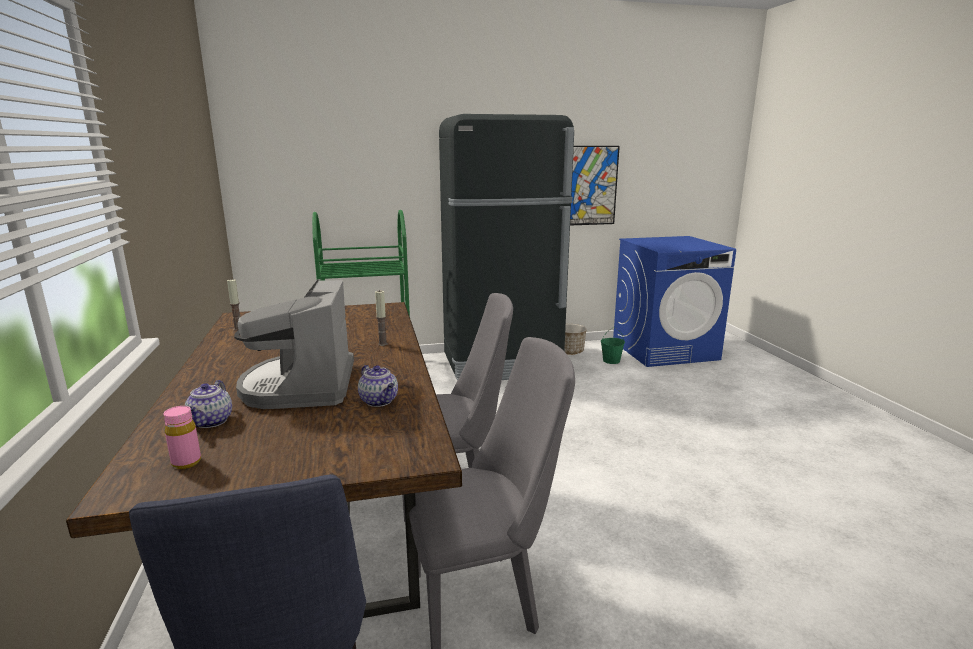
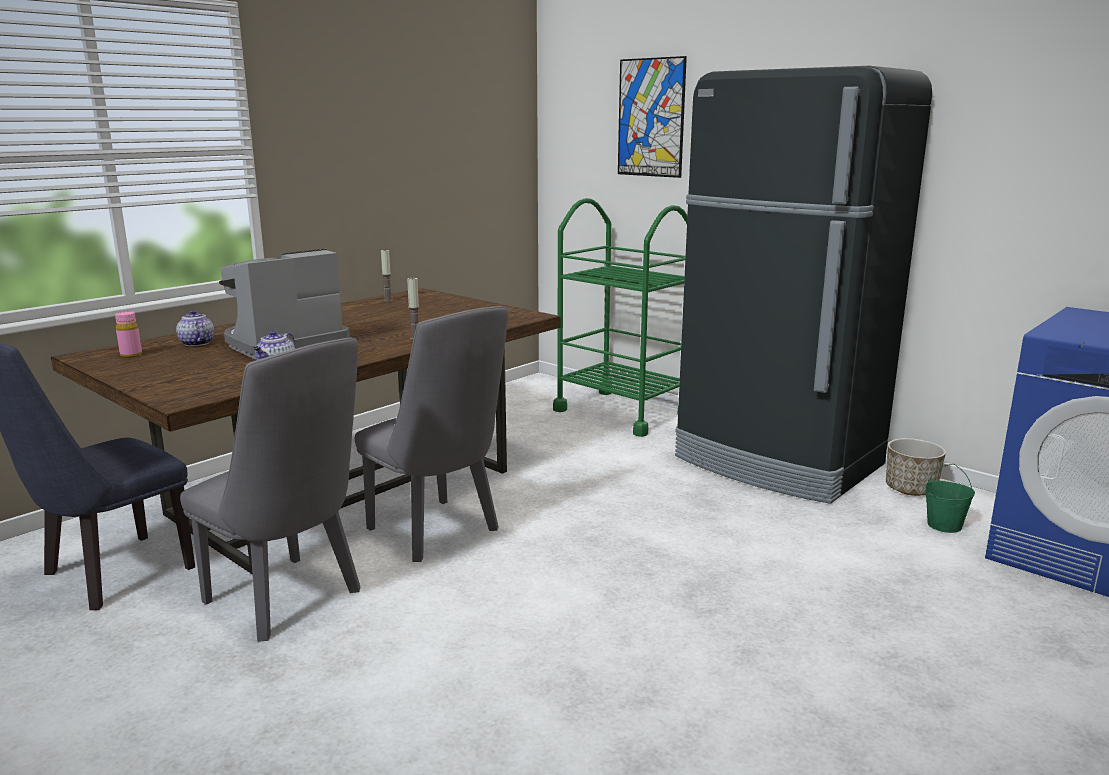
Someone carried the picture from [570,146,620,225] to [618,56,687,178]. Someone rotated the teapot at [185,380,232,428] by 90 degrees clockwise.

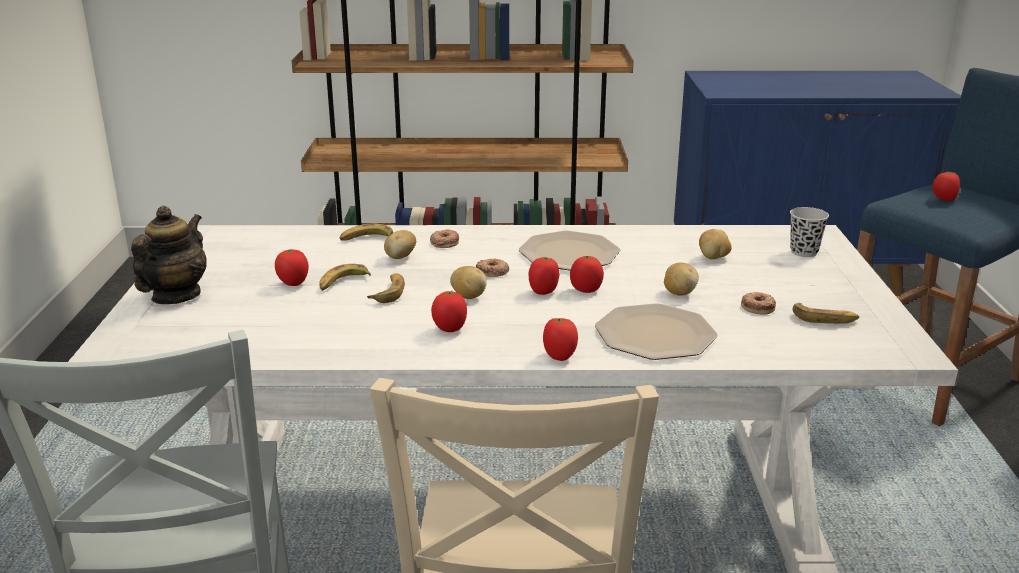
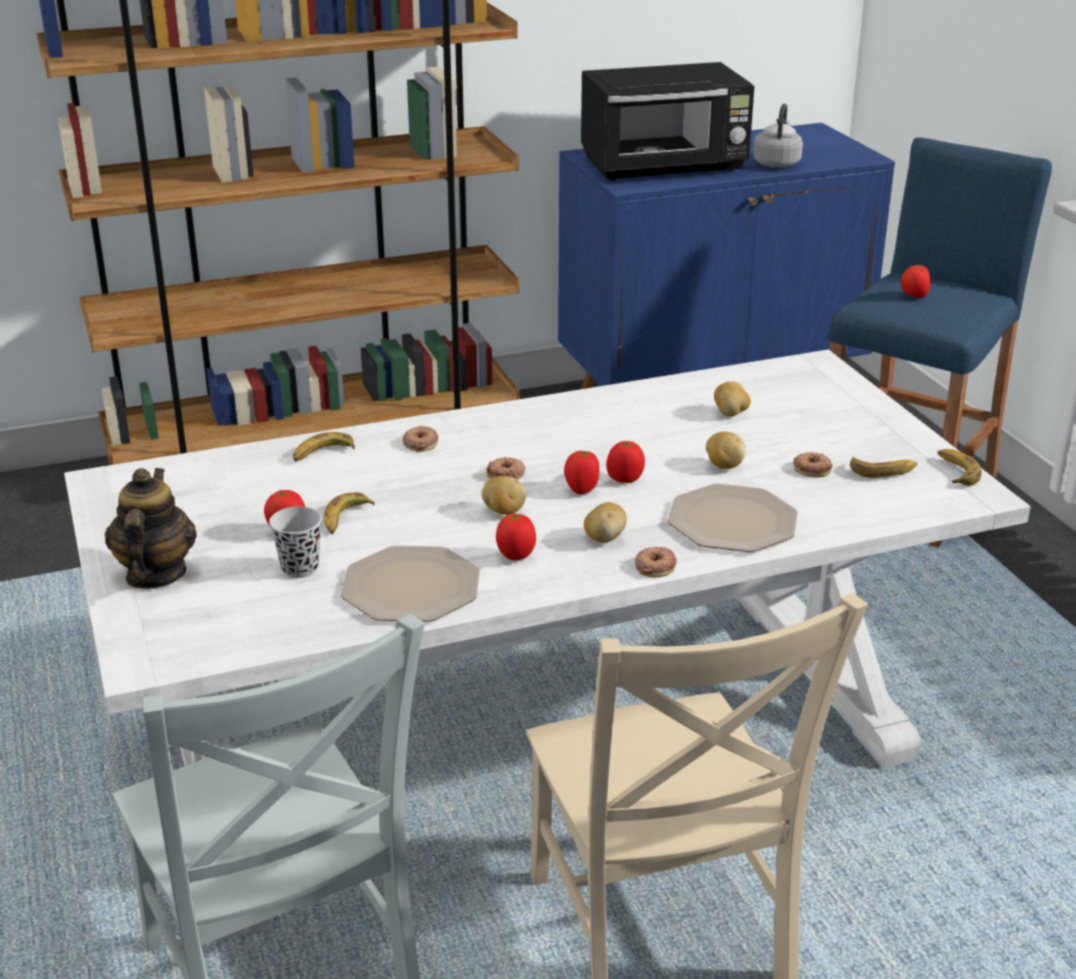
Someone carried the cup (black) from [790,207,829,257] to [269,507,322,578]. Someone carried the potato from [384,230,416,259] to [584,502,627,543]. Someone carried the plate from [519,231,620,271] to [340,546,480,622]. Someone carried the banana from [367,273,405,303] to [937,449,982,486]. Someone swapped the tomato at [543,318,578,361] for the donut at [635,547,676,578]. Someone put down the microwave (black) at [581,62,754,181]. Someone put down the kettle (grey) at [753,103,803,168].

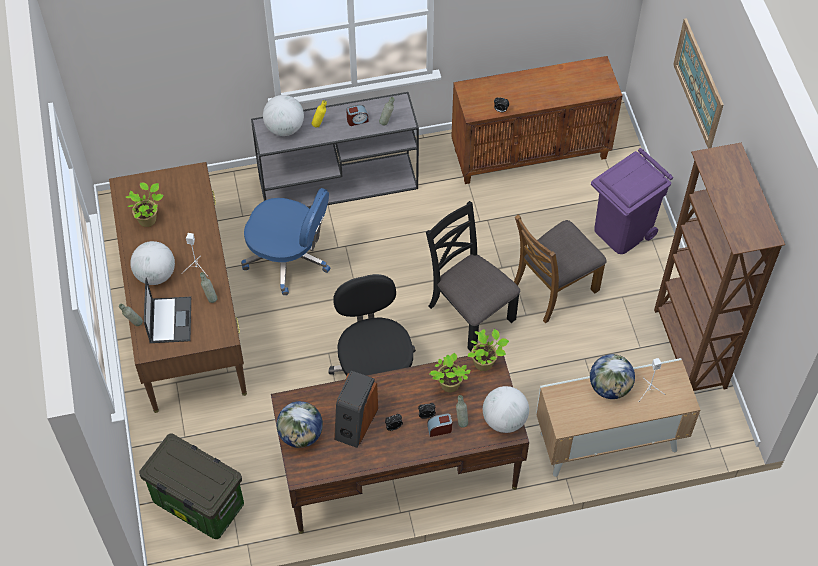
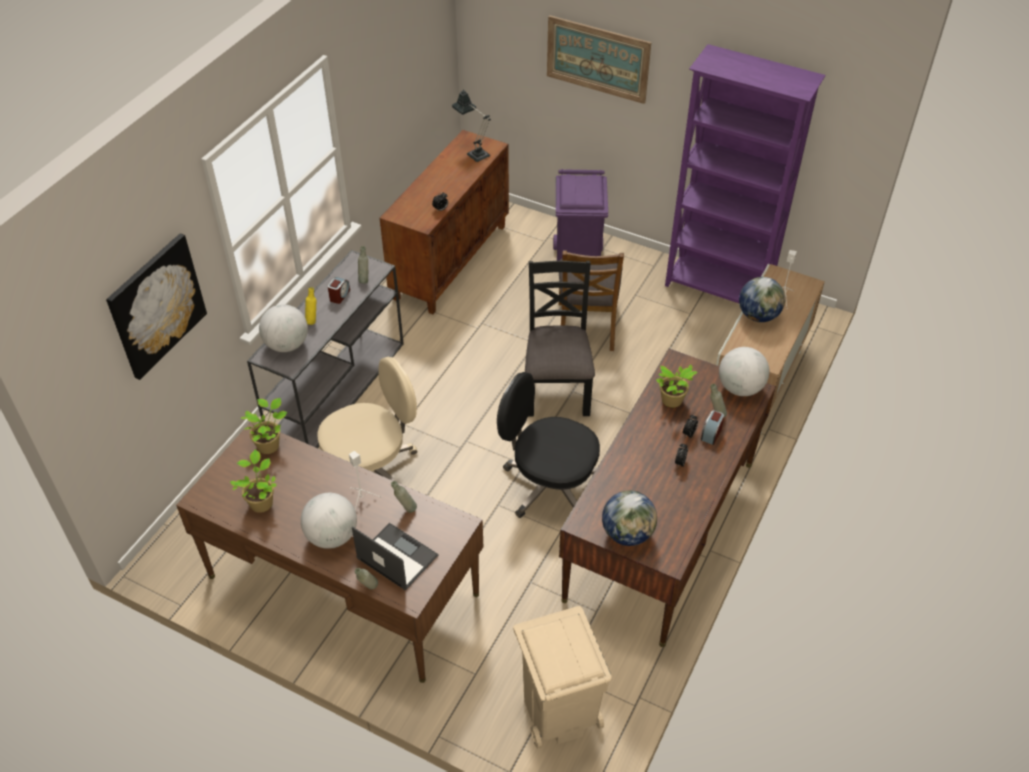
Someone repainted the bookcase (brown) at [654,143,785,391], which became the bookcase (purple) at [665,44,826,303]. Someone repainted the office chair (blue) at [241,188,331,295], which became the office chair (beige) at [317,357,418,483]. Someone rotated the chair (black) at [426,201,520,352] by 90 degrees clockwise. Someone carried the potted plant from [467,329,509,371] to [240,398,287,454]. Someone took away the speaker at [334,371,378,448]. Someone swapped the storage box at [139,433,244,539] for the trash can (beige) at [513,606,612,749]. Someone put down the table lamp at [452,89,491,162]. Someone put up the picture at [106,233,207,380].

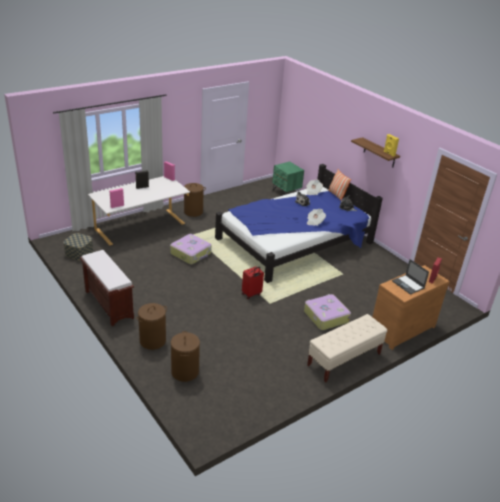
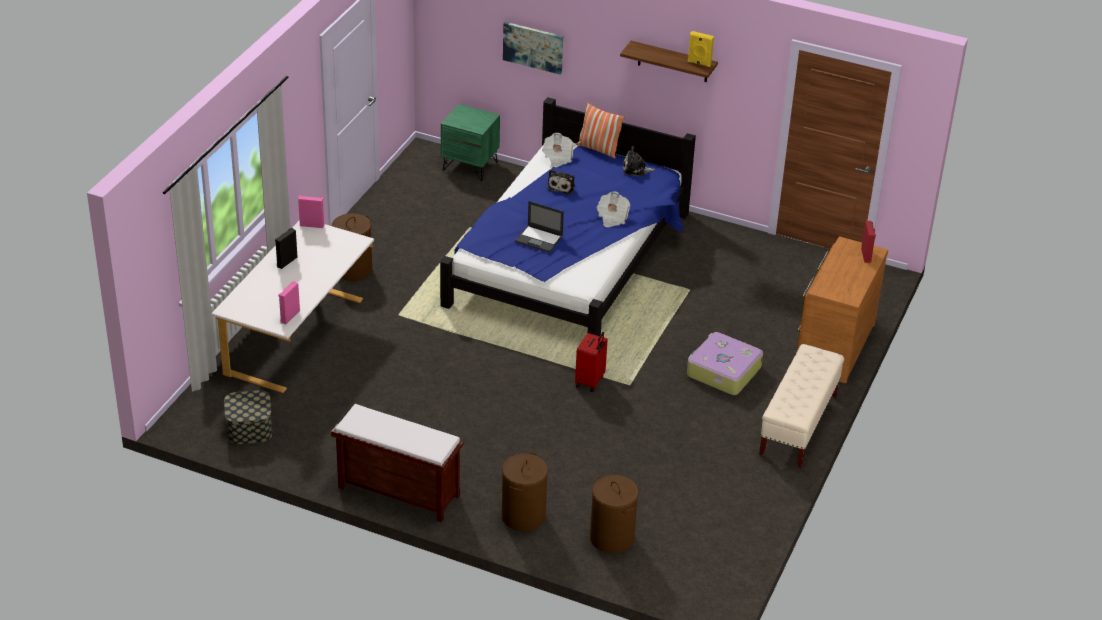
Someone took away the suitcase at [170,234,211,264]. Someone carried the laptop from [392,259,429,295] to [515,201,564,253]. Someone put up the picture at [503,22,563,75].

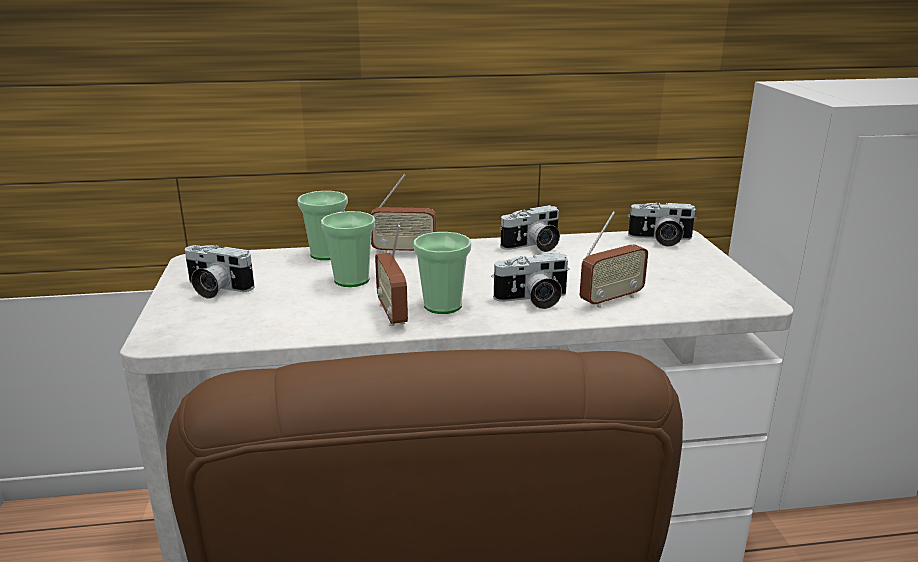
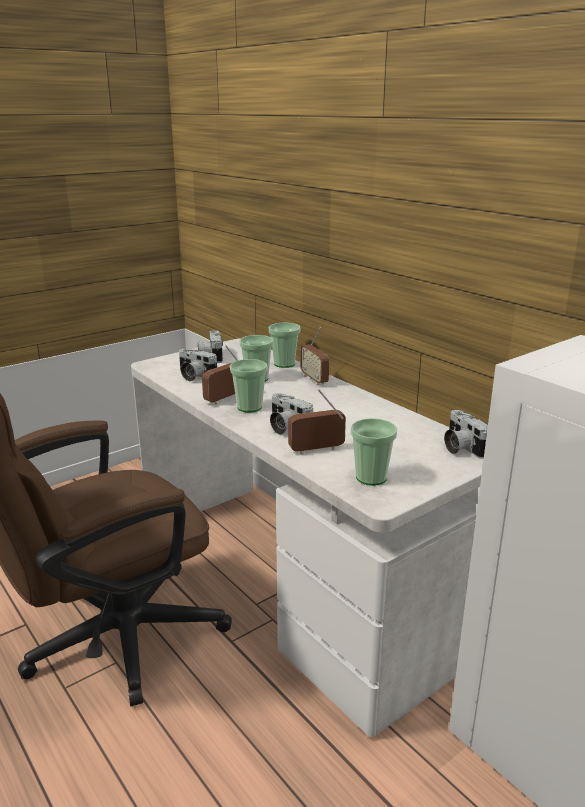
Someone carried the photo camera from [500,205,560,252] to [179,349,217,381]. Someone rotated the radio at [580,211,648,308] by 135 degrees clockwise. Someone put down the cup at [351,418,397,486].

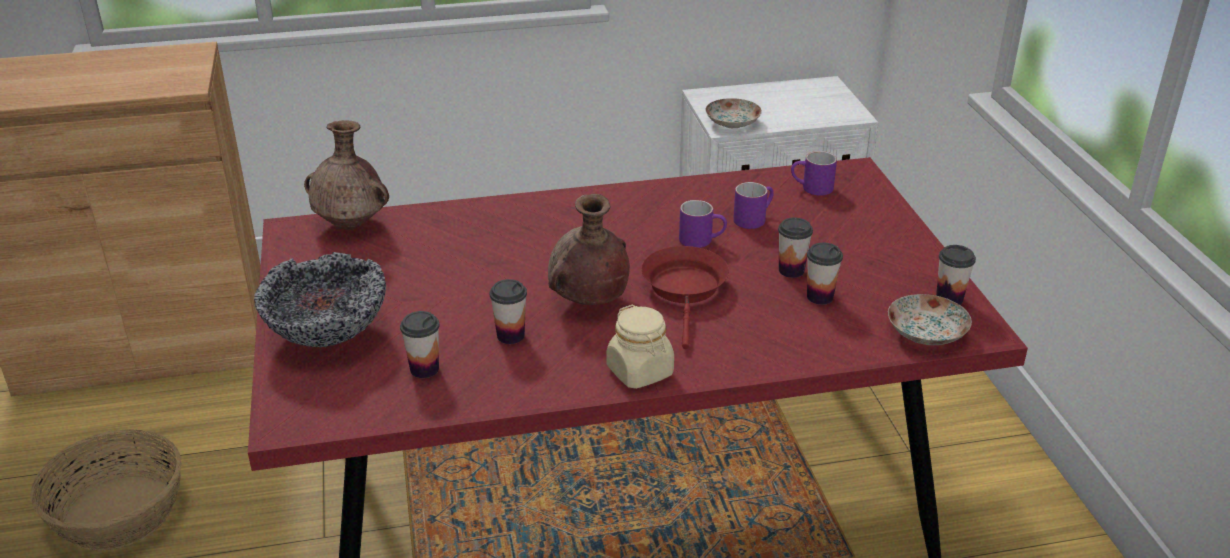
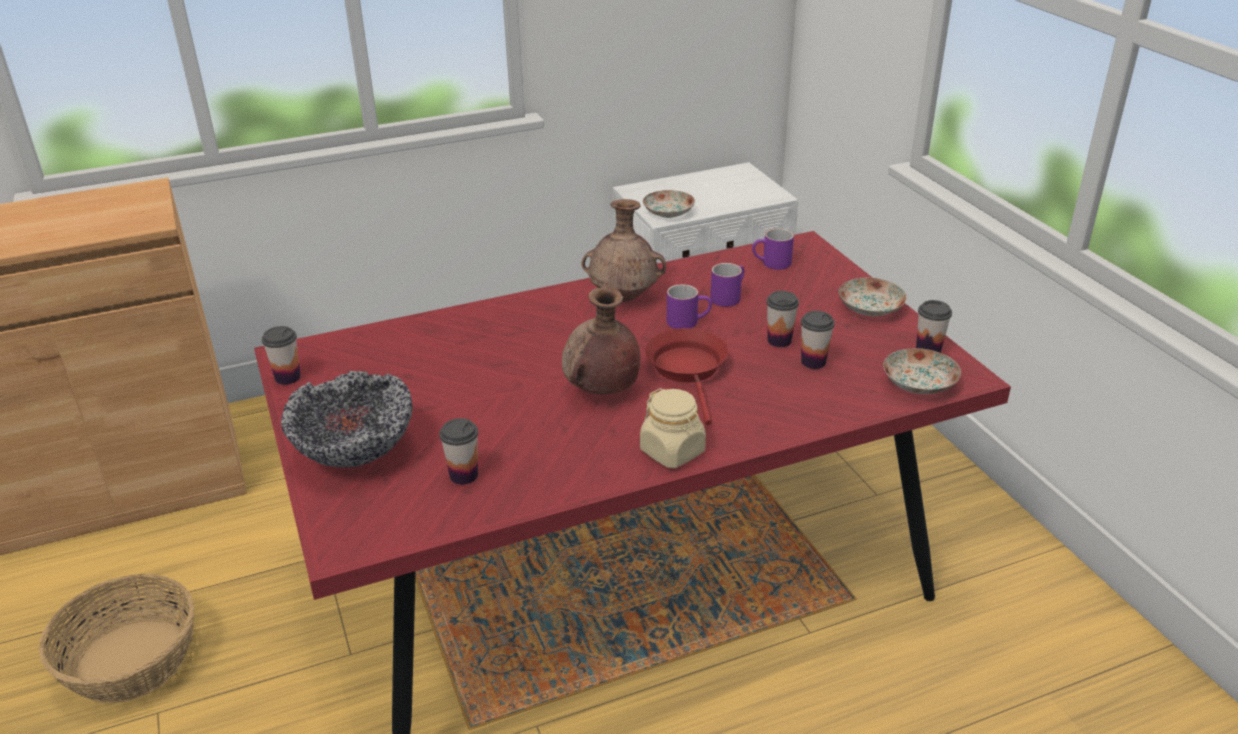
Someone carried the vase (brown) from [304,120,389,230] to [581,199,666,302]. Someone carried the cup from [490,279,527,344] to [262,326,301,385]. Someone put down the plate at [838,278,907,316].

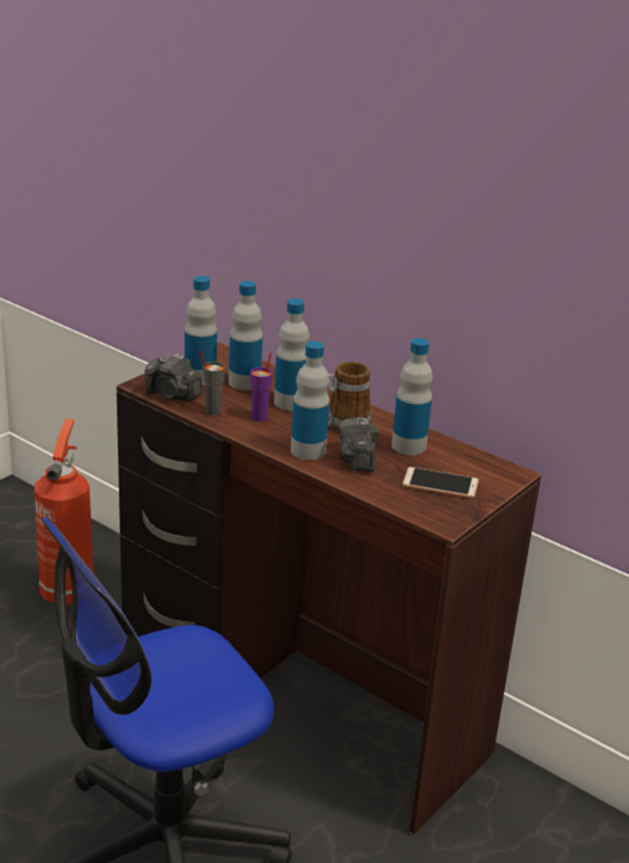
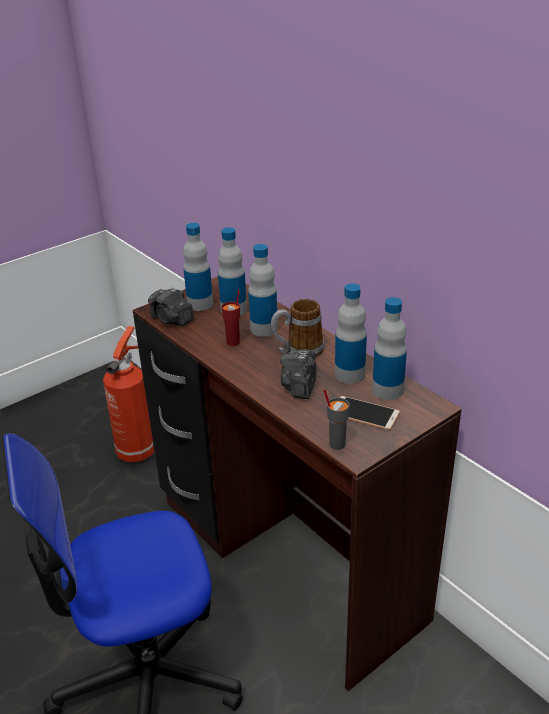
Someone carried the bottle from [291,341,330,460] to [372,297,407,400]. Someone carried the cup (grey) from [200,351,225,415] to [324,389,350,450]. Someone repainted the cup (purple) at [250,353,272,421], which became the cup (red) at [221,290,240,346].

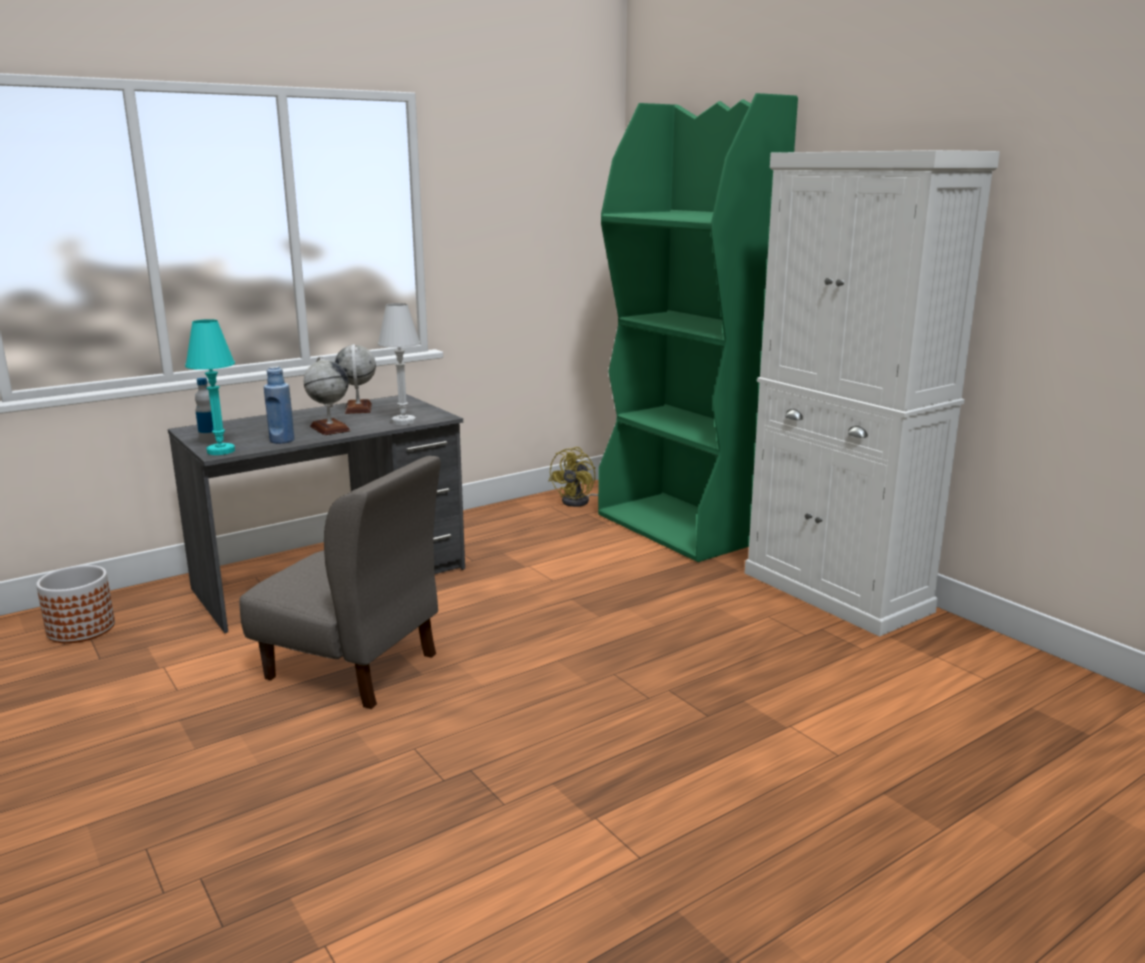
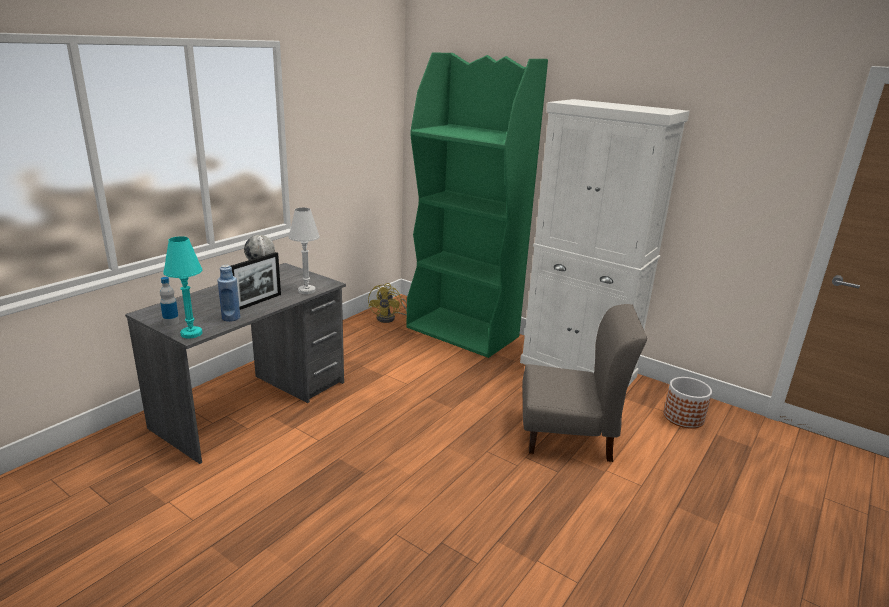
Someone swapped the globe at [304,356,351,435] for the picture frame at [231,252,281,310]. Someone carried the chair (grey) from [240,456,441,709] to [522,304,647,462]. Someone carried the planter from [36,565,115,643] to [664,377,712,429].

